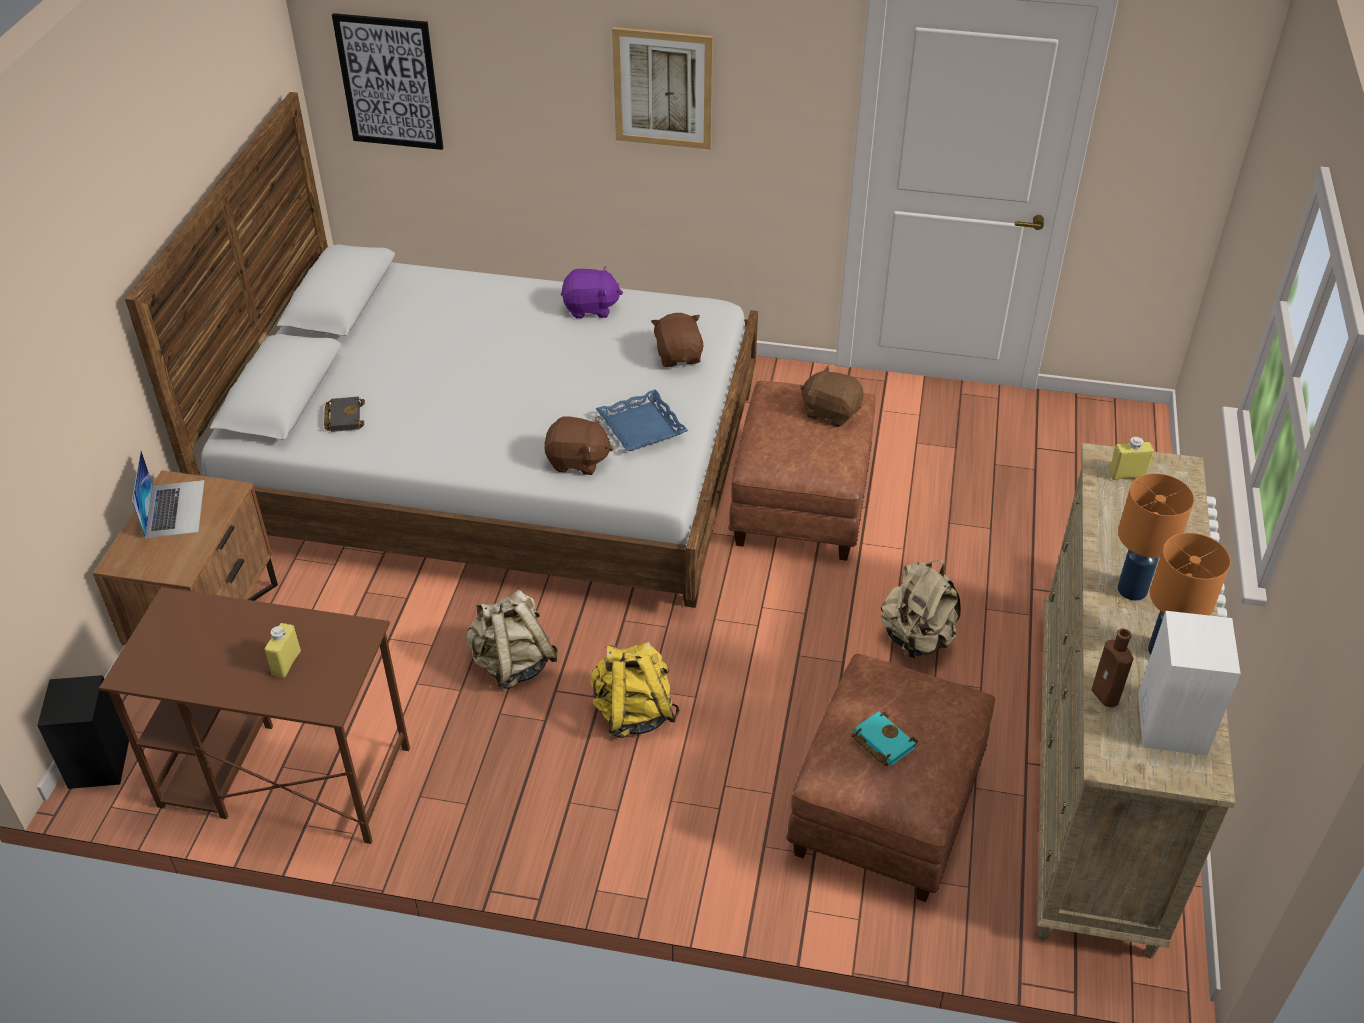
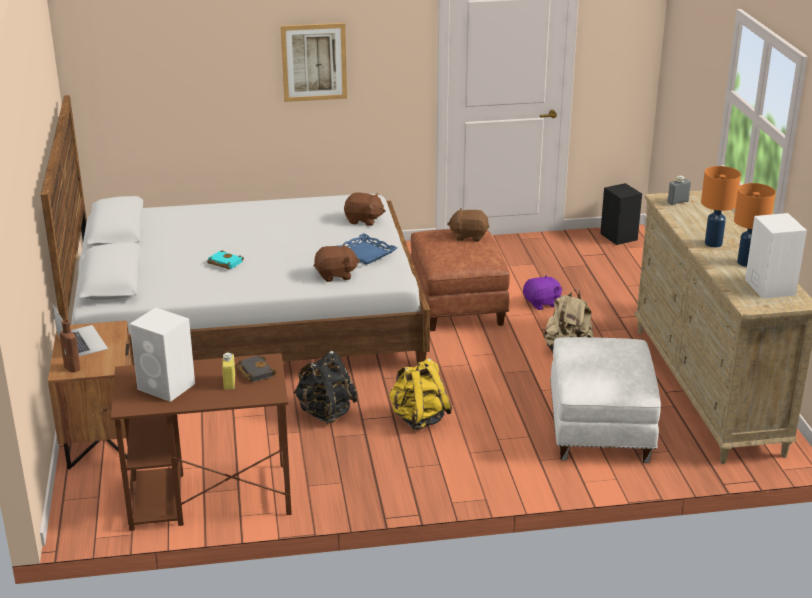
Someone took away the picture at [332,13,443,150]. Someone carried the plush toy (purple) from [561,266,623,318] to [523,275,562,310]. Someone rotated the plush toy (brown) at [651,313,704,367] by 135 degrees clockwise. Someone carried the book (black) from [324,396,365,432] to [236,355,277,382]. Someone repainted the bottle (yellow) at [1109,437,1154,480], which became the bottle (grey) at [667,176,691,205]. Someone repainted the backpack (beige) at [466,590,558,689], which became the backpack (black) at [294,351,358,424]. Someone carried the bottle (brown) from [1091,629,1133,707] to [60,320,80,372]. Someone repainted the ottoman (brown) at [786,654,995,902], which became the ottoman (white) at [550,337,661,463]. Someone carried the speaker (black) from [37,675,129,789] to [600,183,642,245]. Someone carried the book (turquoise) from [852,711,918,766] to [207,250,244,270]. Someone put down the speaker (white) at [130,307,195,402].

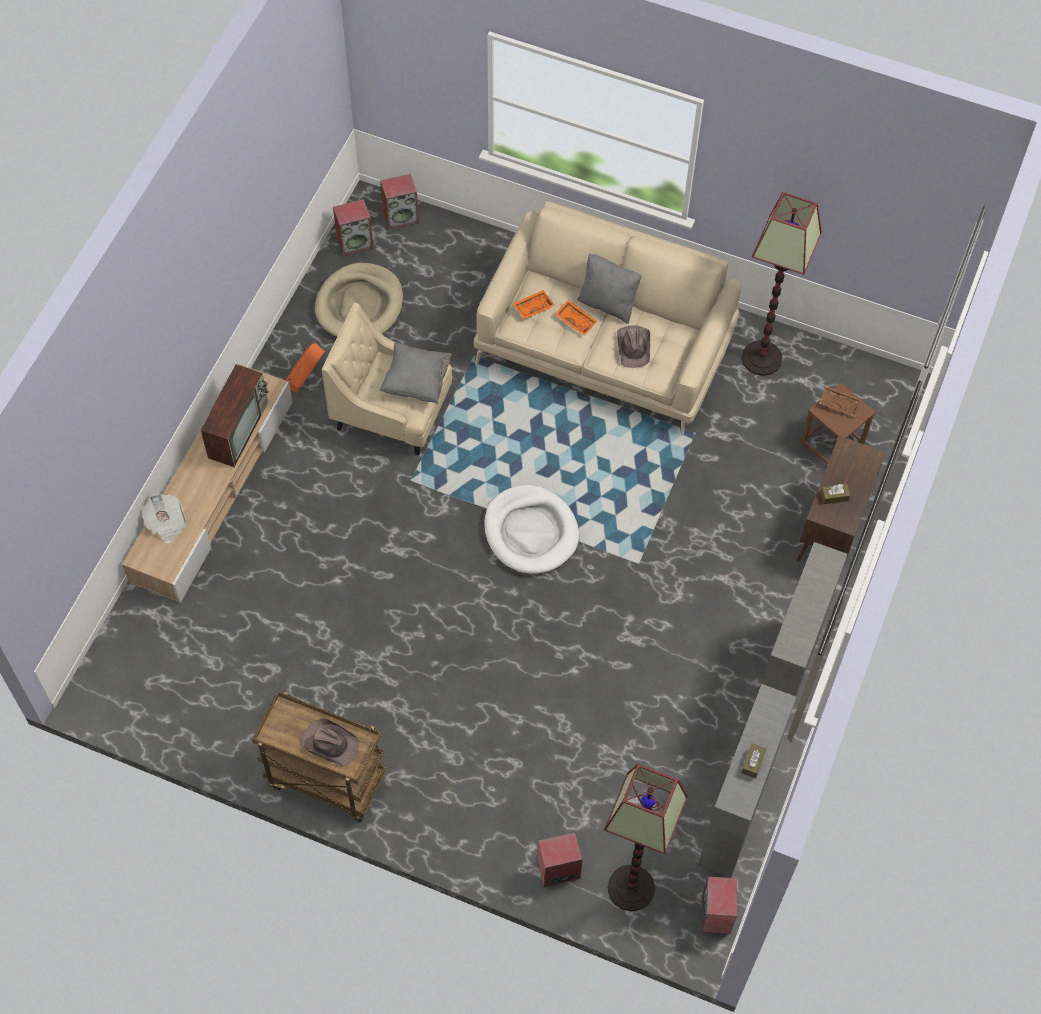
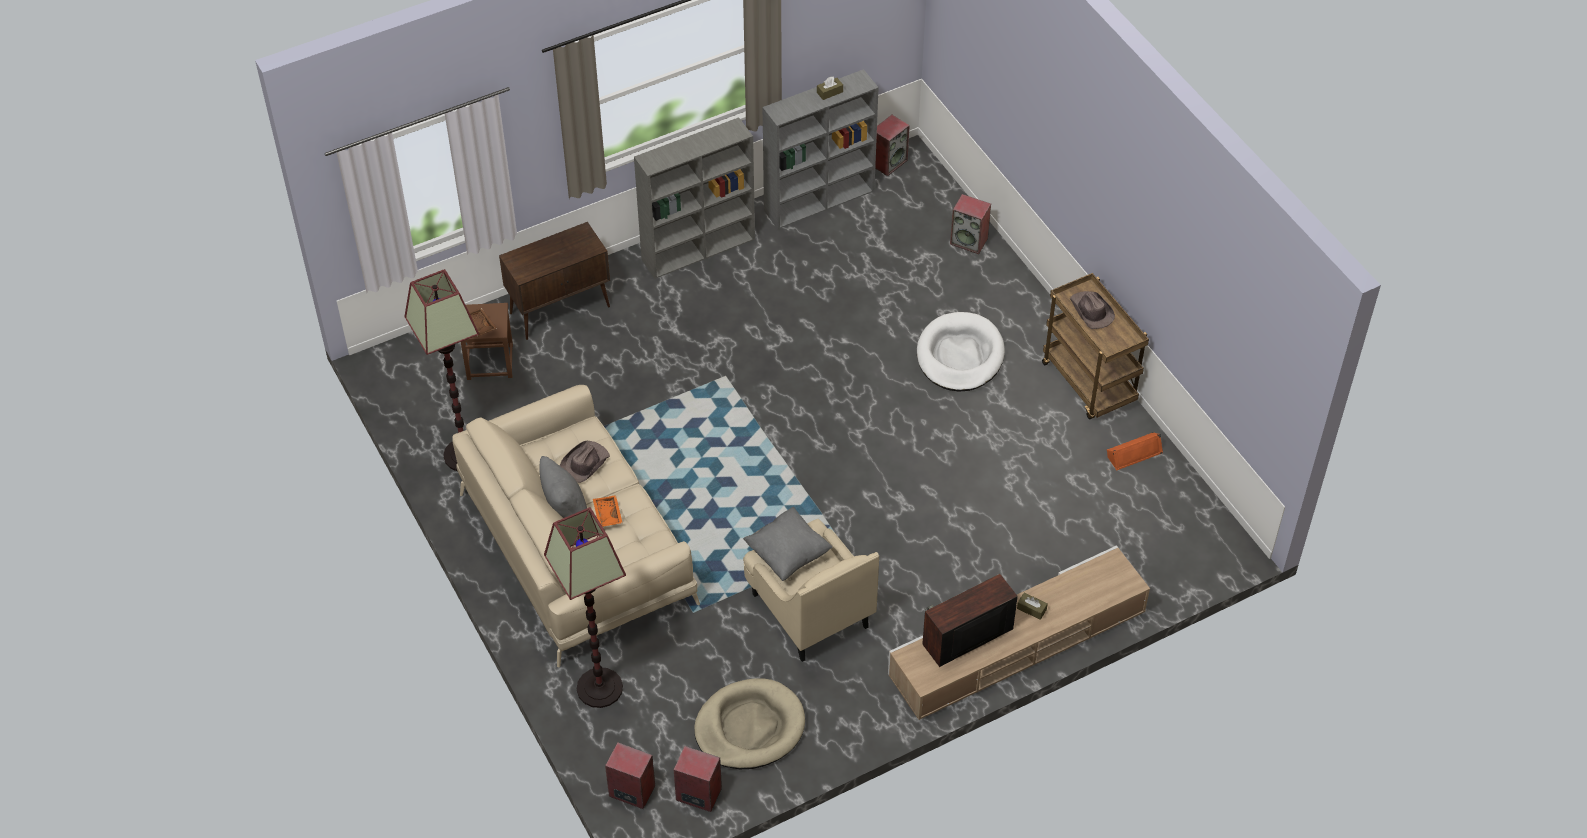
Someone took away the tray (orange) at [513,290,555,319]. Someone carried the speaker (orange) from [285,341,325,393] to [1107,432,1163,471]. Someone carried the tissue box (brown) from [821,484,850,504] to [1017,593,1048,620]. Someone carried the dog bed (white) from [484,485,579,574] to [917,312,1005,392]. Someone took away the newspaper at [142,493,187,544]. Someone carried the floor lamp from [604,764,688,911] to [544,507,626,708].

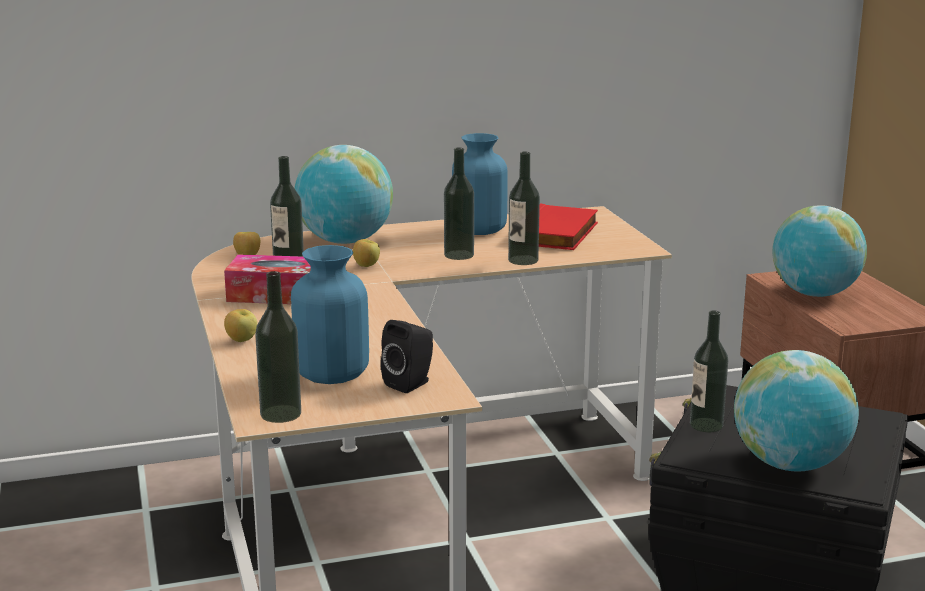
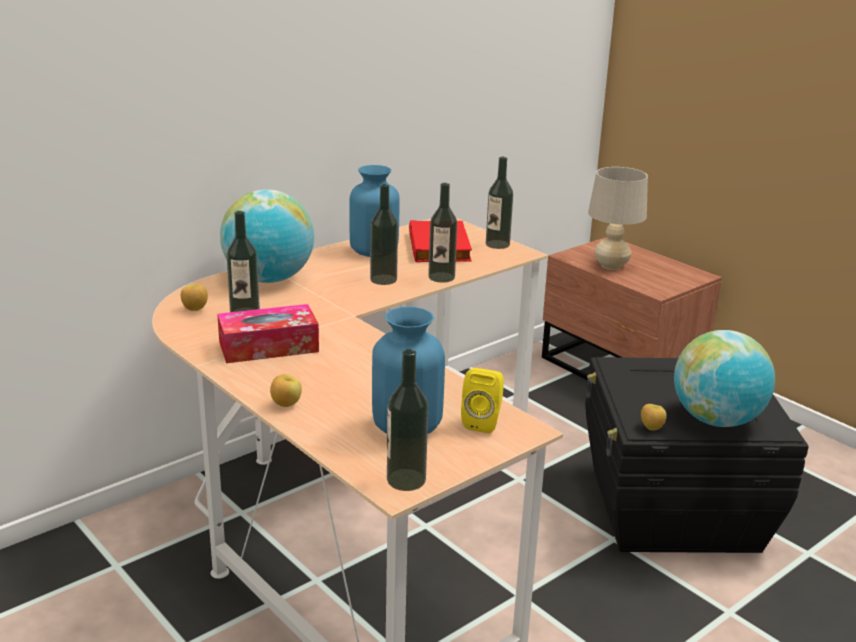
Someone swapped the globe at [772,205,867,297] for the table lamp (beige) at [588,167,648,270]. Someone carried the apple from [353,239,380,267] to [641,404,667,430]. Someone carried the bottle from [690,310,728,432] to [486,157,513,249]. Someone repainted the speaker (black) at [381,320,433,393], which became the speaker (yellow) at [461,368,504,433].

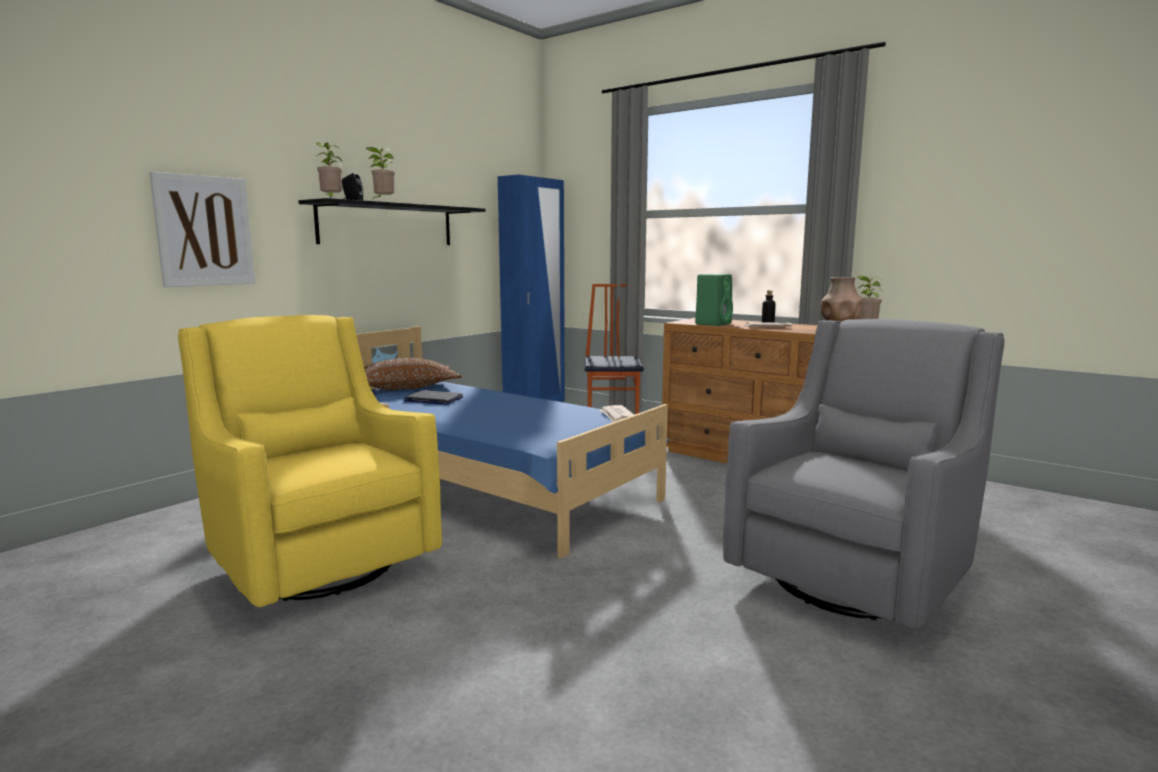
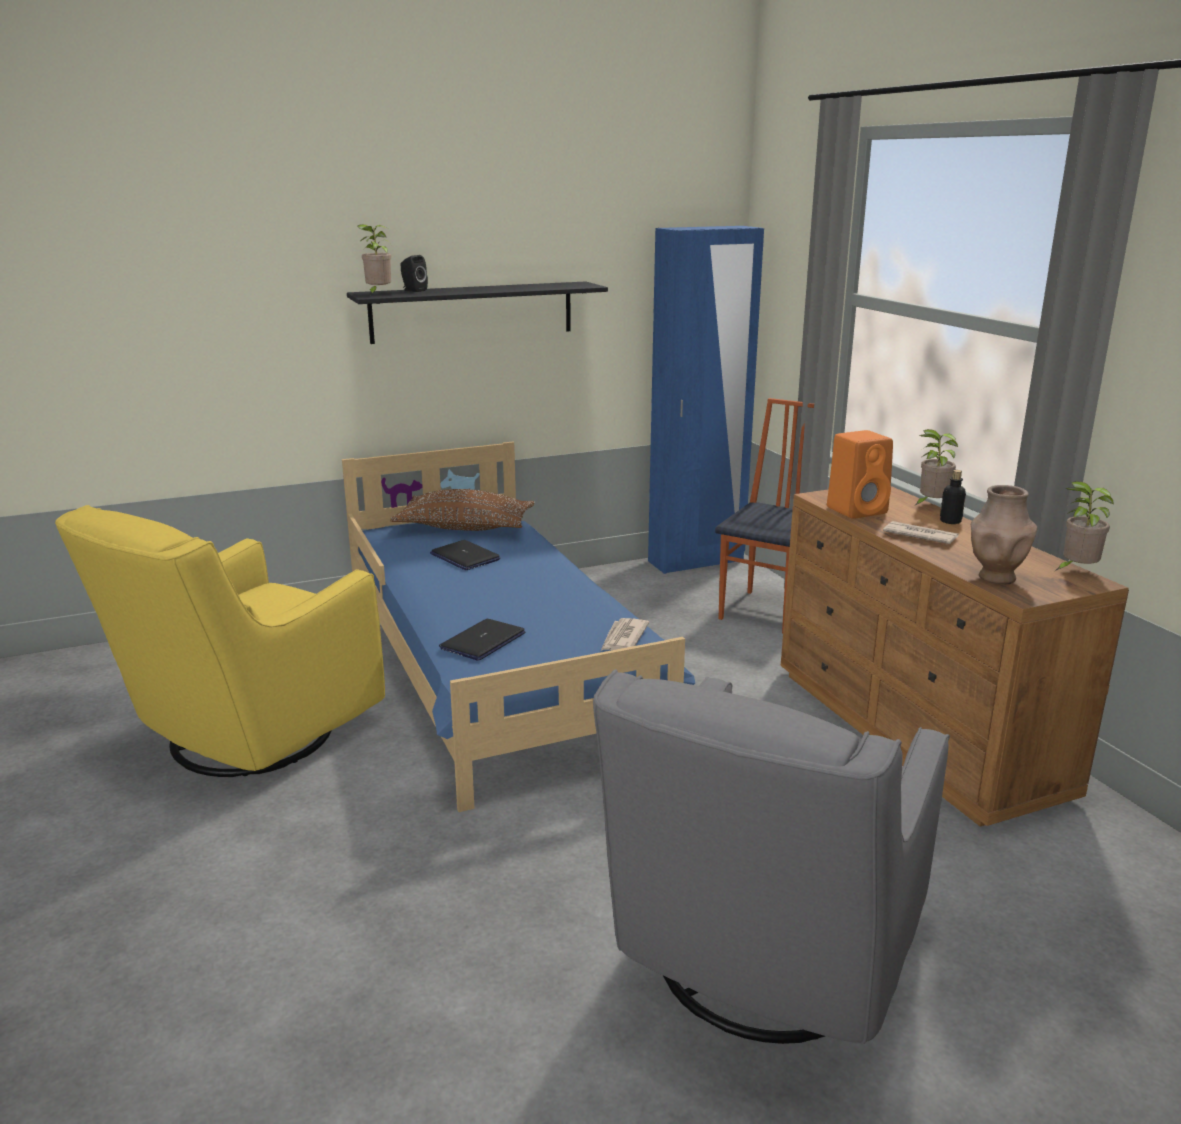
Someone carried the potted plant from [366,147,395,199] to [913,429,958,507]. Someone took away the picture at [149,171,255,287]. Someone repainted the speaker (green) at [695,274,733,326], which became the speaker (orange) at [827,430,893,519]. Someone rotated the armchair (yellow) at [178,315,442,607] by 135 degrees counterclockwise. Someone rotated the armchair (grey) at [723,319,1005,629] by 135 degrees clockwise. Someone put down the laptop at [439,619,526,661].

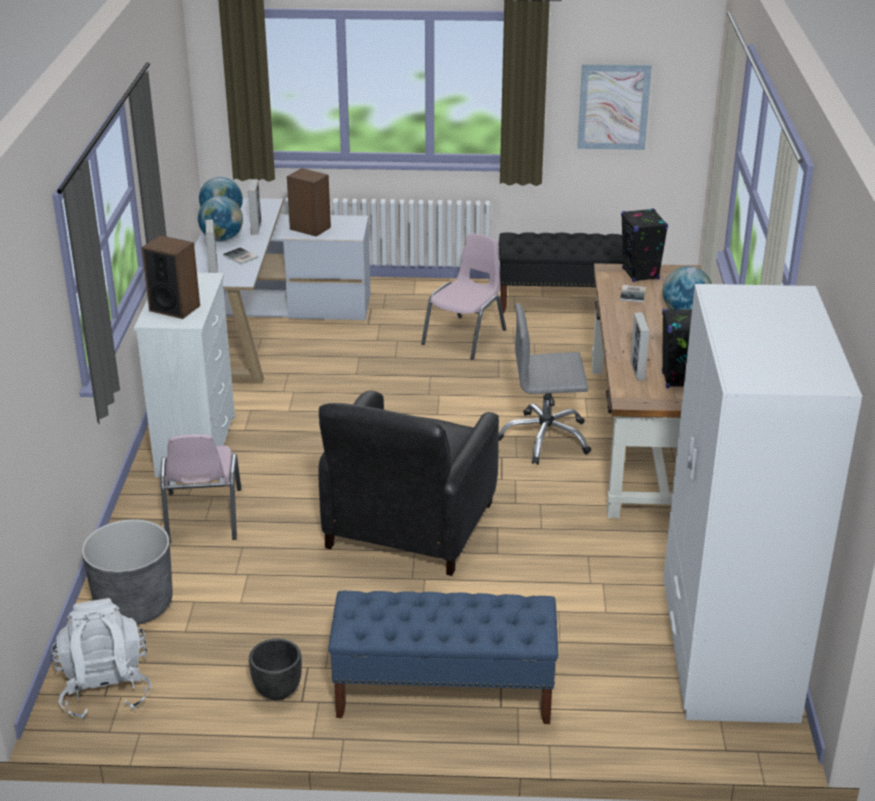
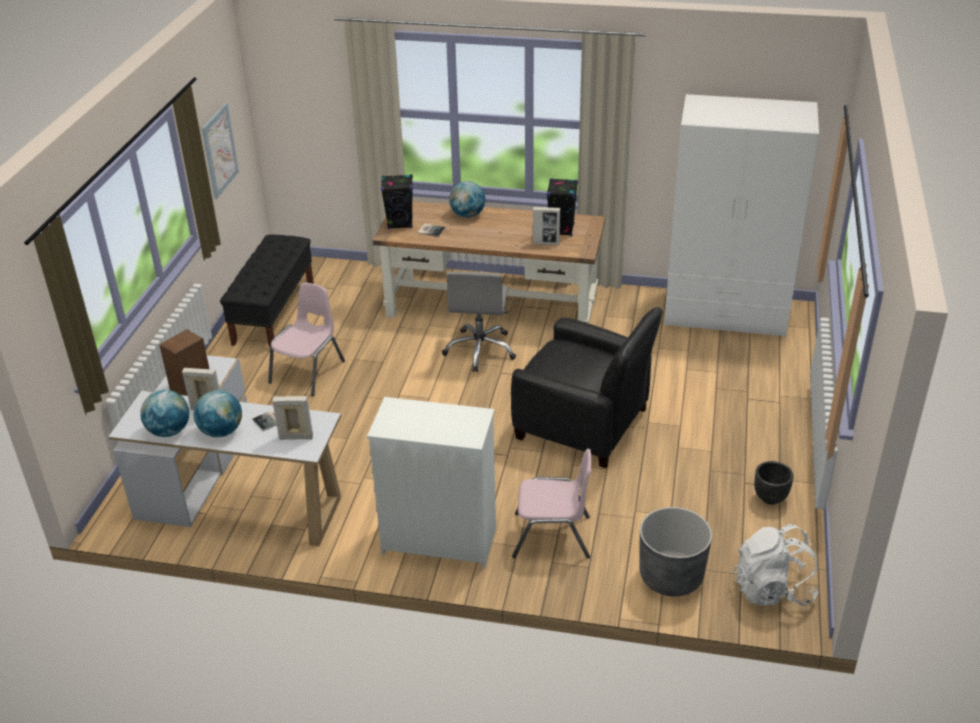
Someone rotated the chair (pink) at [421,234,506,360] by 75 degrees clockwise. Someone took away the speaker at [142,235,200,319]. Someone took away the bench (blue) at [328,591,558,724].

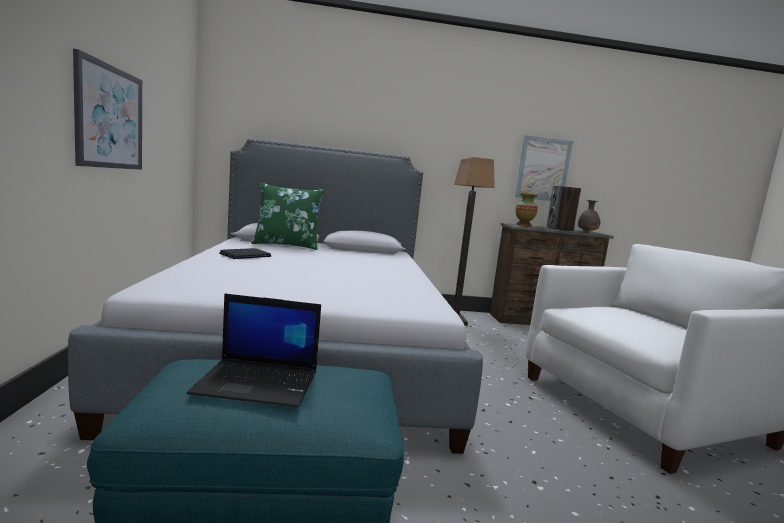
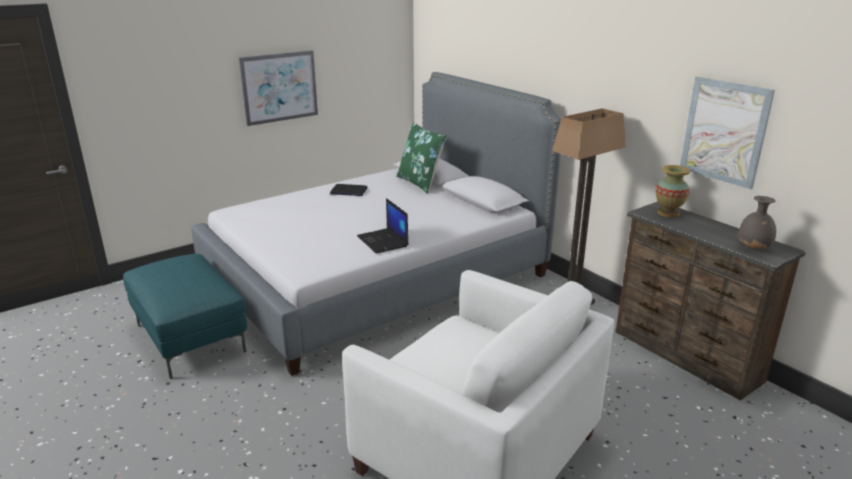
Someone took away the speaker at [547,186,581,231]. Someone carried the laptop from [187,293,321,407] to [357,198,409,254].

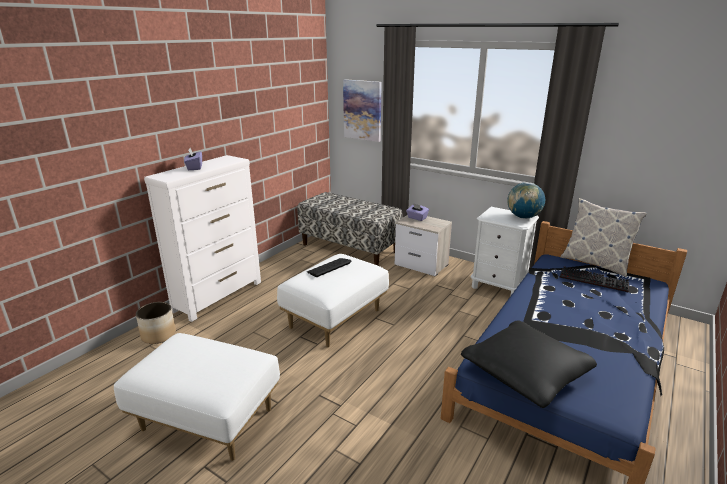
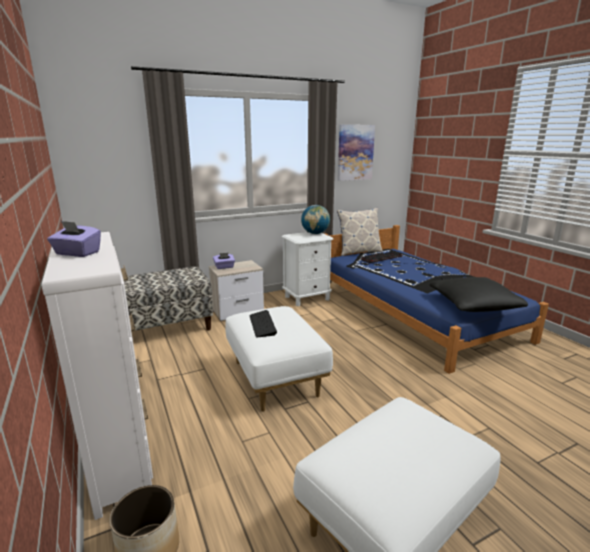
Someone carried the picture from [343,79,382,142] to [338,125,375,181].

